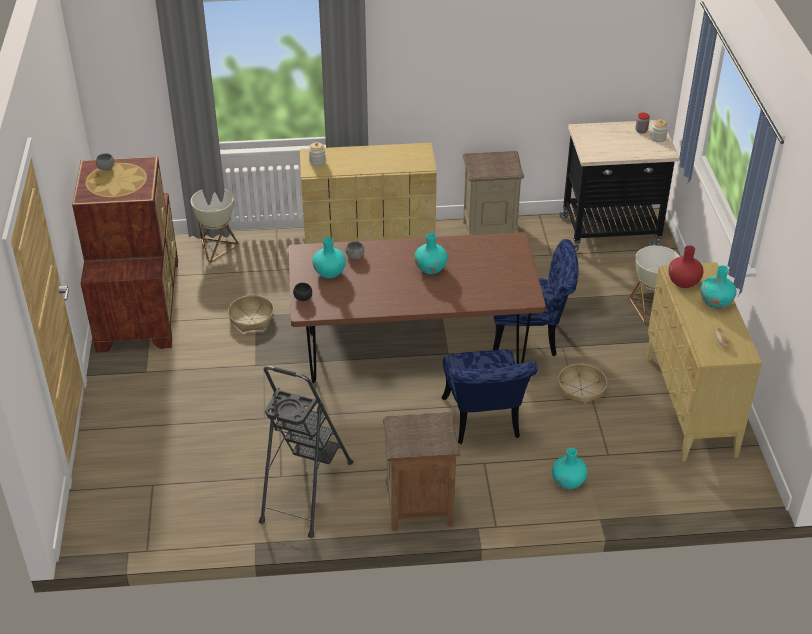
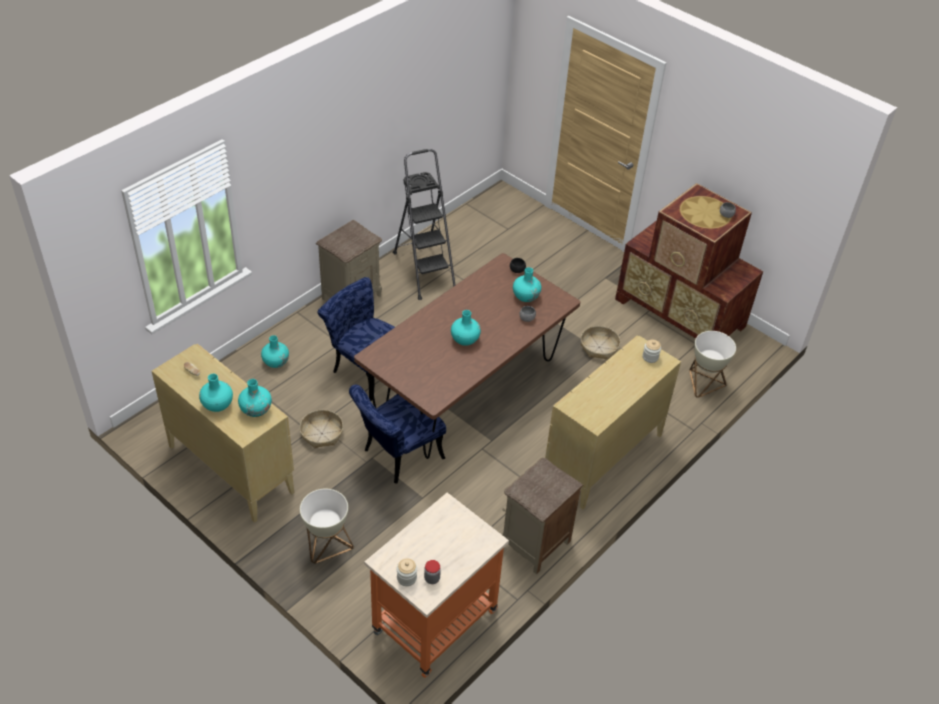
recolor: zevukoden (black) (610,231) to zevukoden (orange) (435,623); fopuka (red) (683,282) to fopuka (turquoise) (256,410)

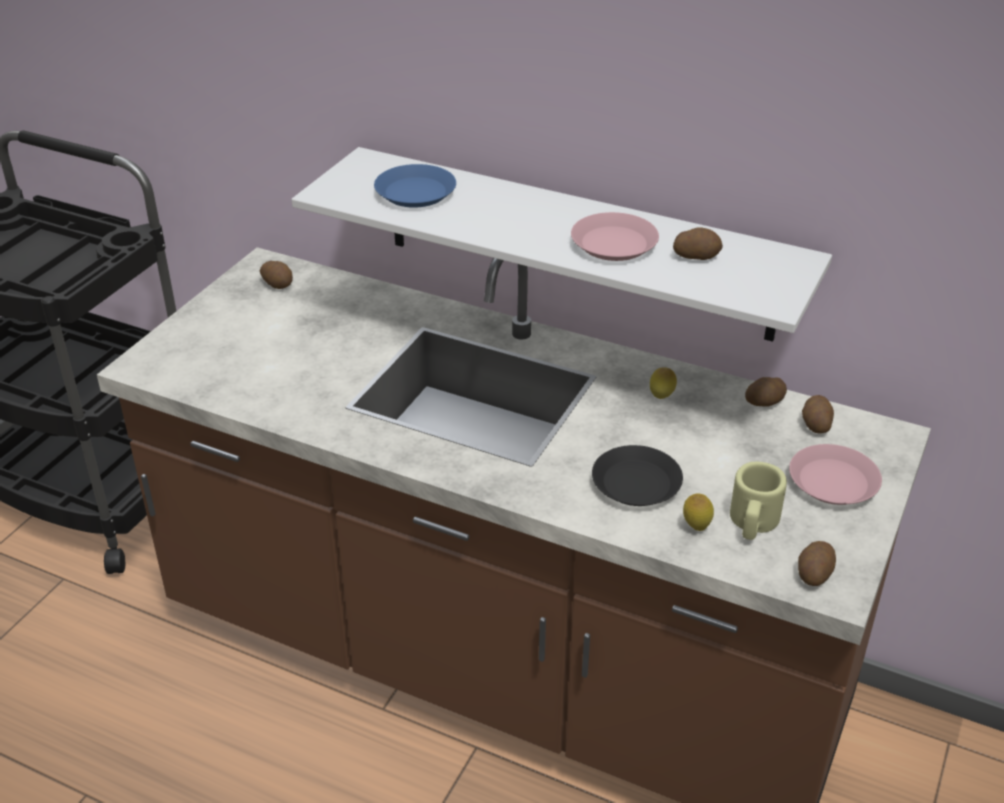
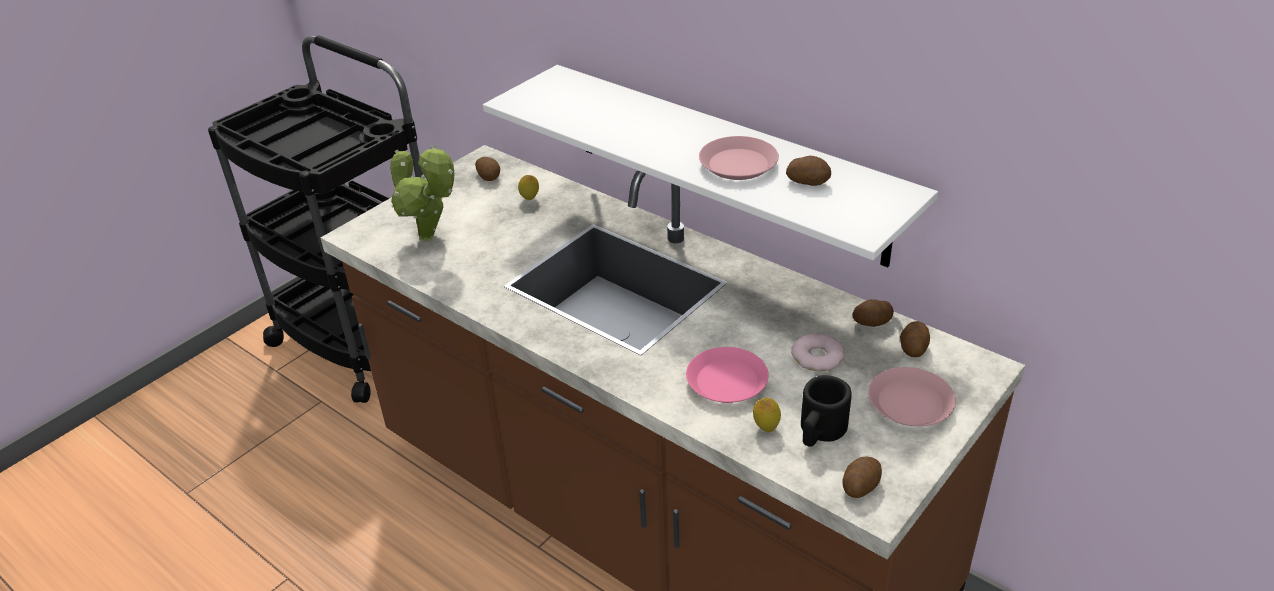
delete: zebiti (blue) (416,192)
insert: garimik (430,239); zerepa (817,357)
move: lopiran (661,398) to (530,199)
recolor: zebiti (black) (637,483) to zebiti (pink) (727,381); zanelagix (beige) (752,523) to zanelagix (black) (820,431)

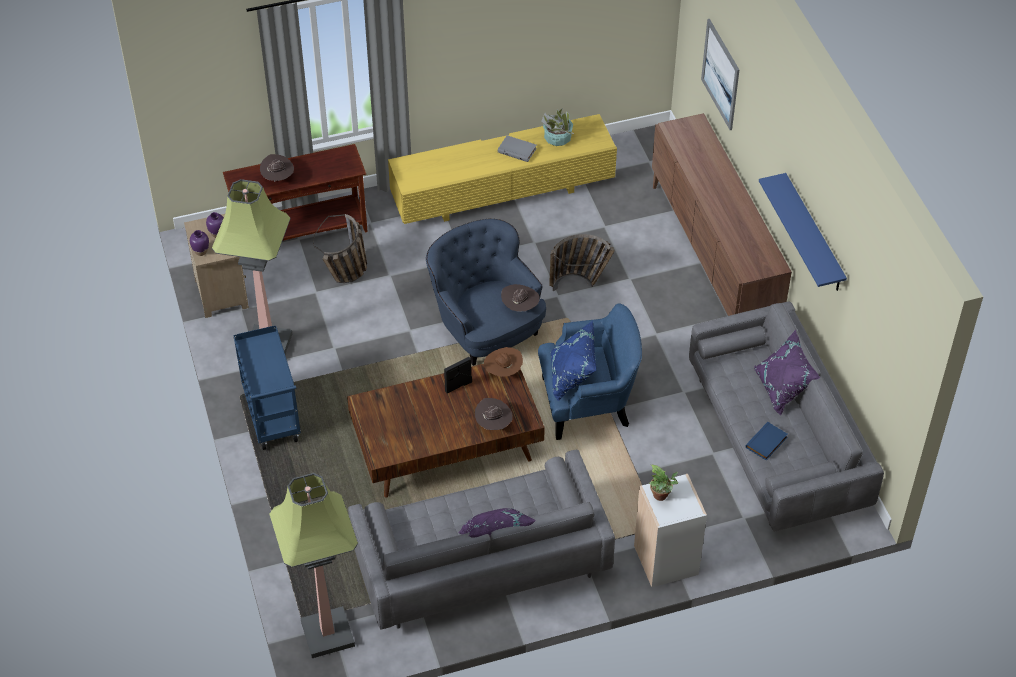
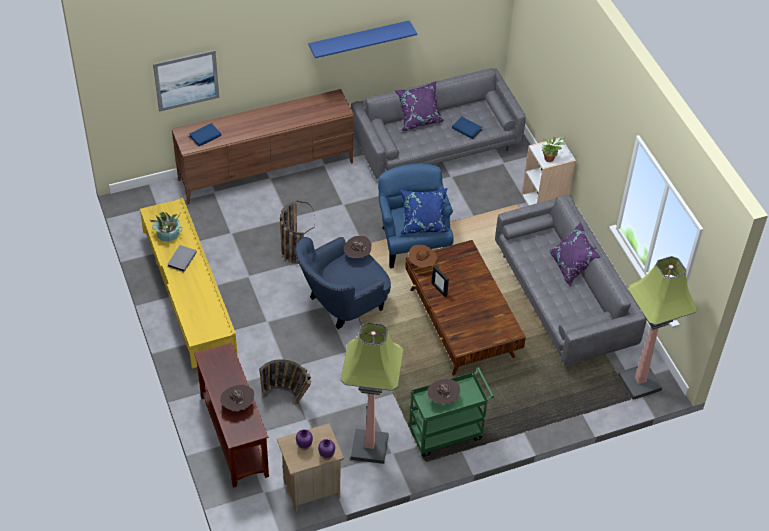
insert: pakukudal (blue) (205,135)
move: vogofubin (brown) (493,424) to (442,398)
recolor: zevukoden (blue) (272,419) to zevukoden (green) (447,436)

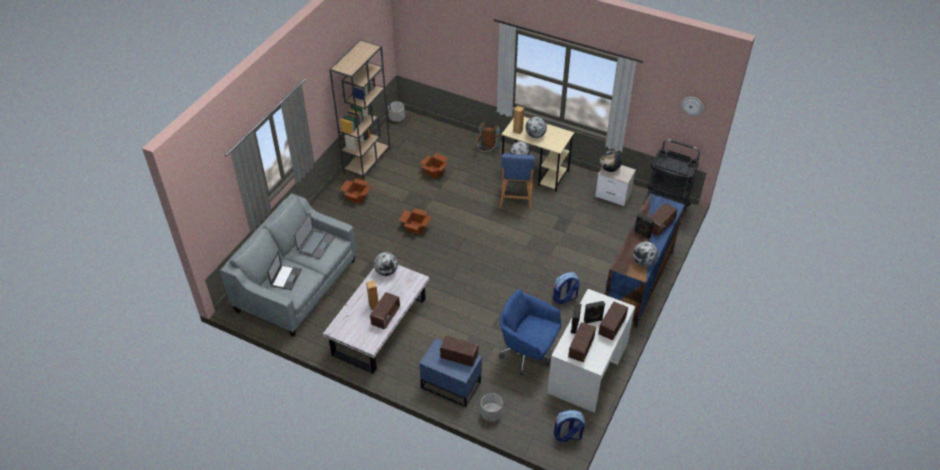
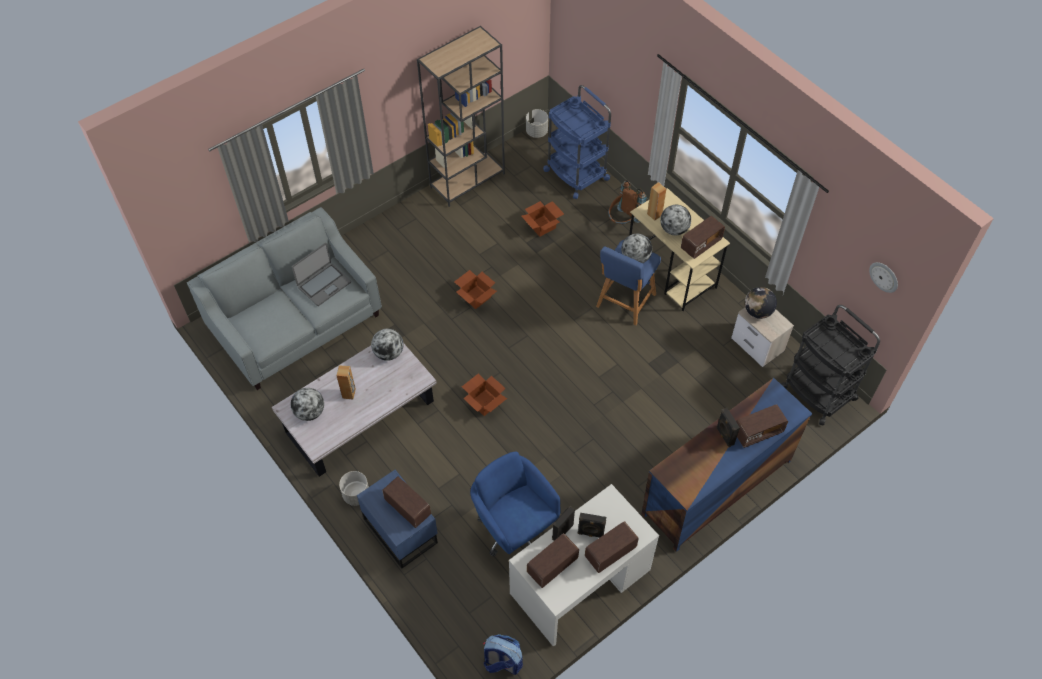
delete: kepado (286,277); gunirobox (565,298)
insert: zevukoden (blue) (575,175)
move: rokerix (356,196) to (484,401); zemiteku (385,316) to (701,244); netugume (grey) (491,414) to (356,495); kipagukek (643,262) to (310,412)

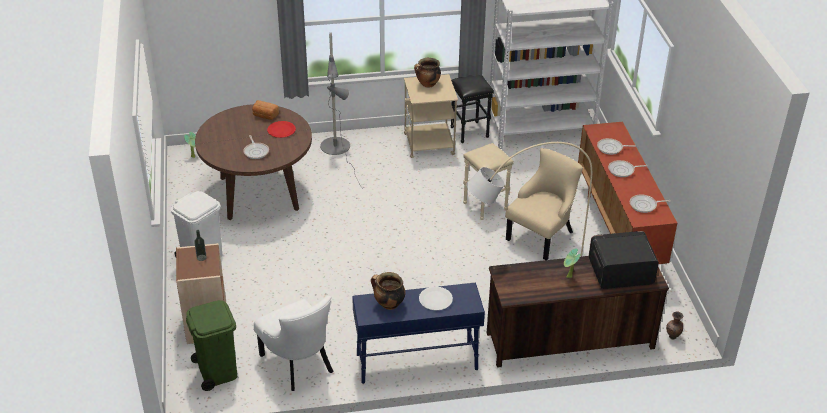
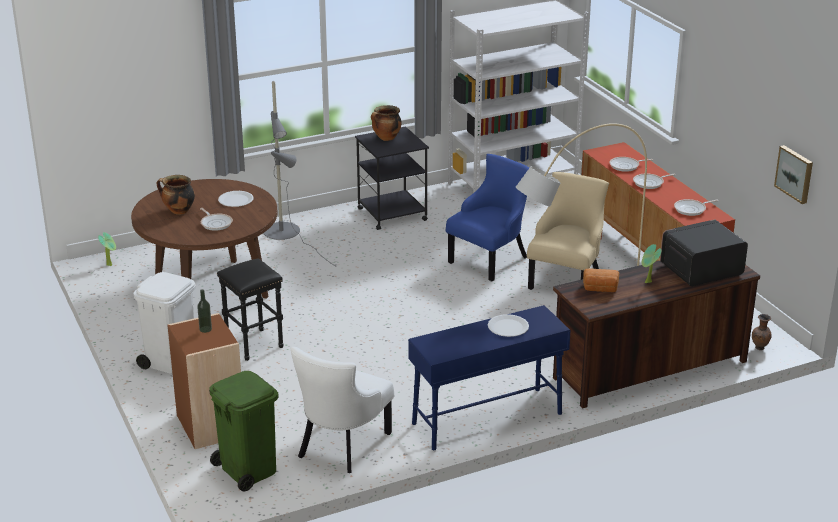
insert: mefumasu (795,174)
move: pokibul (265,116) to (600,289); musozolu (388,304) to (178,211); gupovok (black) (469,132) to (254,345)
replace: gupovok (beige) (486,206) to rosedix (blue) (489,262)
recolor: zebiti (red) (281,130) to zebiti (white) (235,200); zevukoden (beige) (430,143) to zevukoden (black) (393,214)
rotate: rosedix (white) (297,362) = (343,443) 75 degrees clockwise

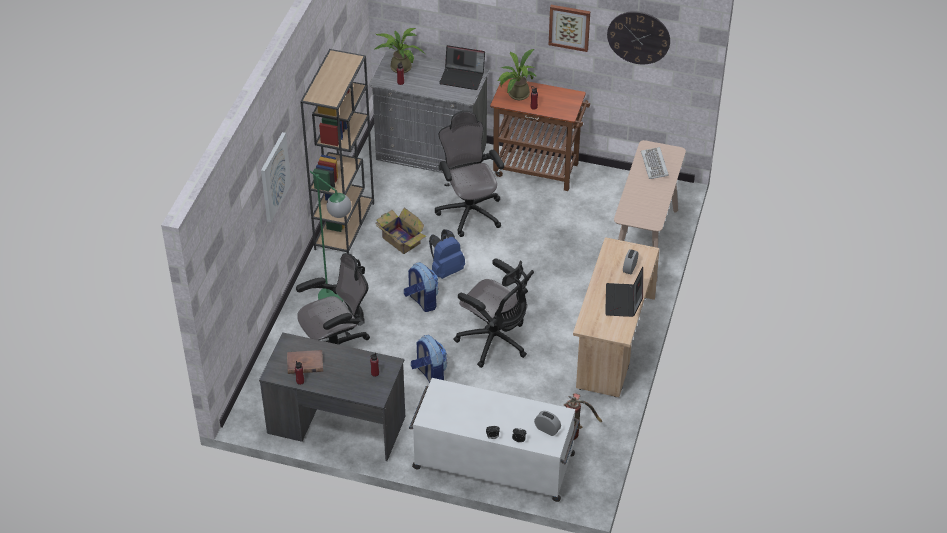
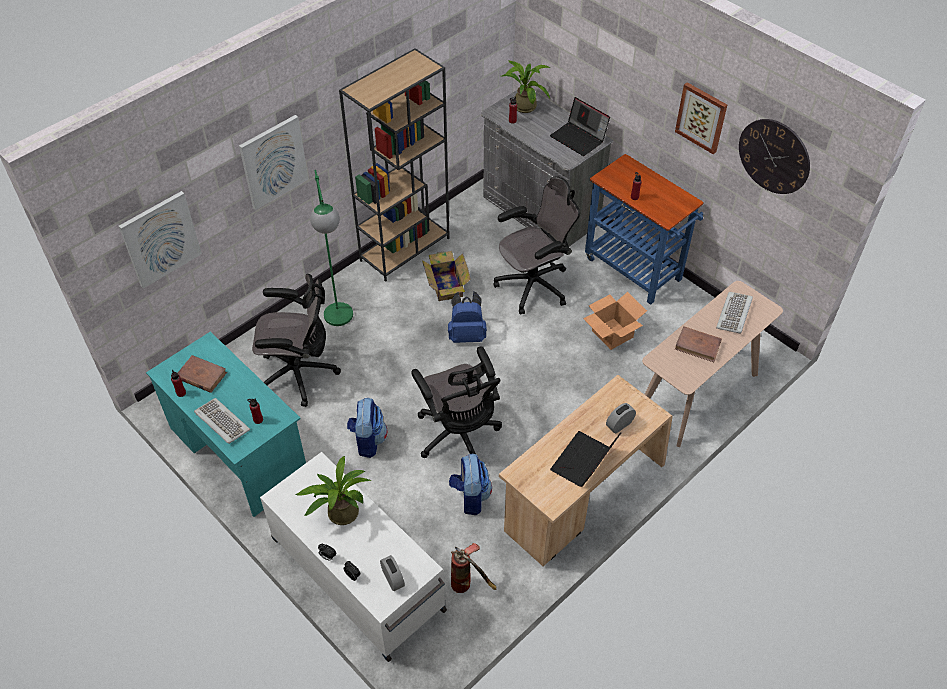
insert: mefumasu (160,239); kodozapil (221,422); rokerix (613,334); pakukudal (brown) (698,345)
move: gunirobox (422,301) to (470,496); garimik (516,95) to (339,512)
recolor: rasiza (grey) (336,425) to rasiza (turquoise) (238,451); zevukoden (brown) (537,170) to zevukoden (blue) (634,269)
rotate: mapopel (469,212) = (533,285) 45 degrees clockwise

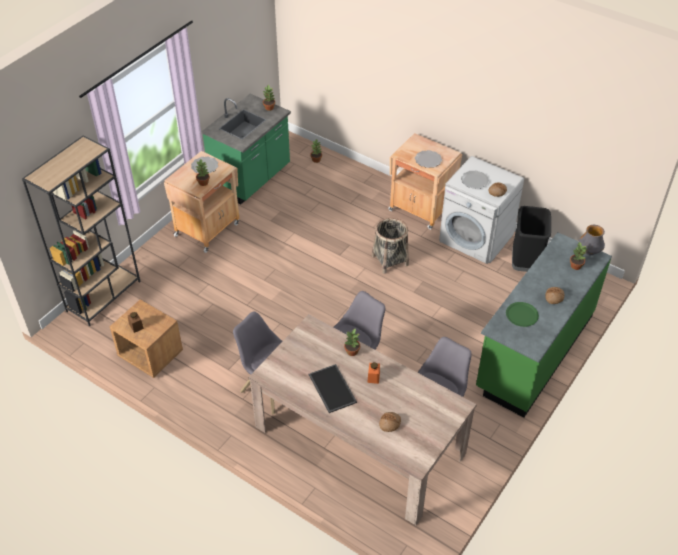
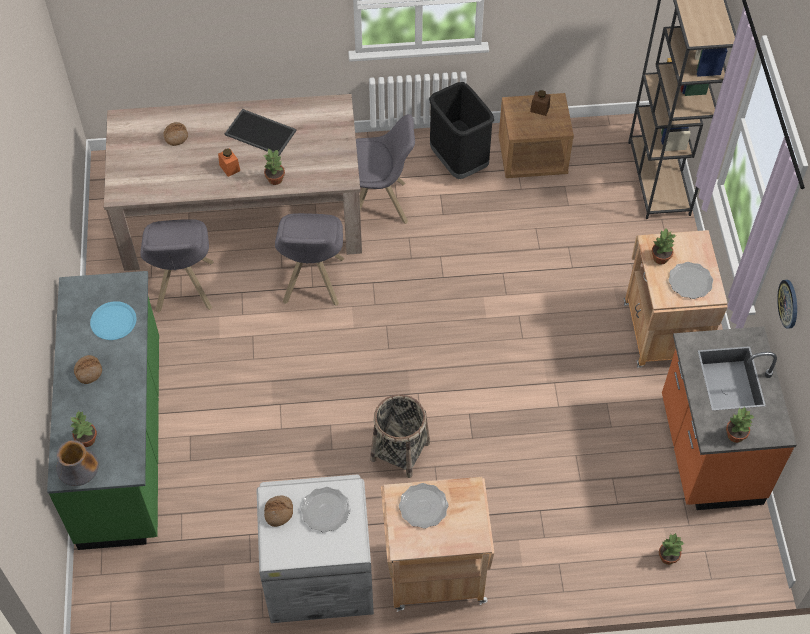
insert: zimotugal (789,304)
move: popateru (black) (525,263) to (459,162)
recolor: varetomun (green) (252,179) to varetomun (orange) (708,451); zebiti (green) (521,315) to zebiti (blue) (113,321)

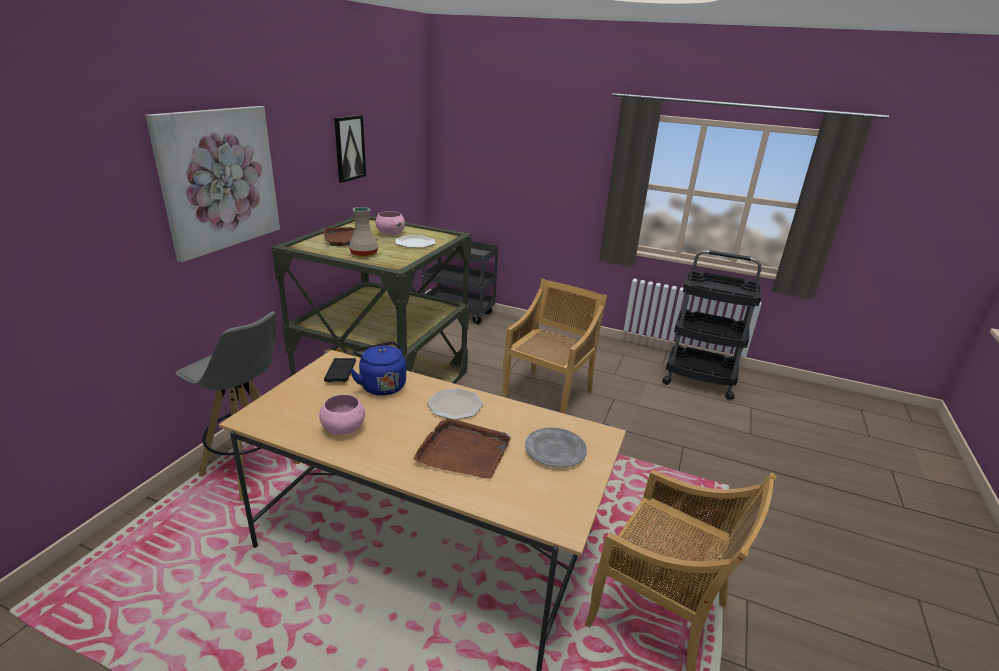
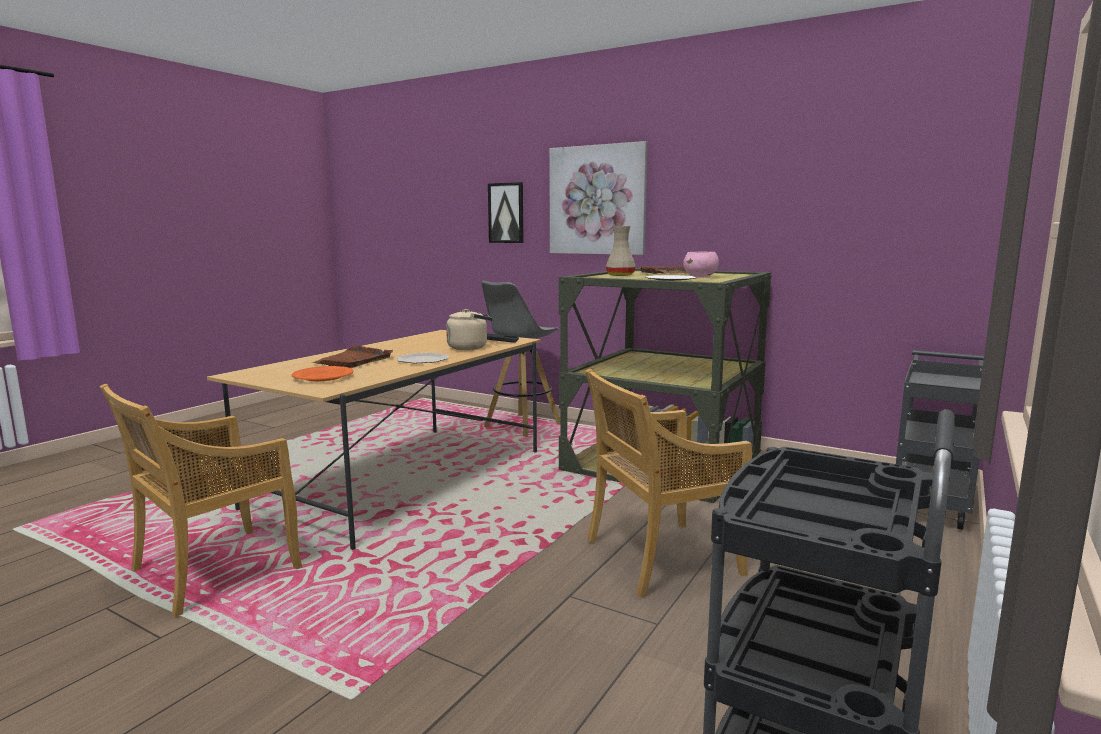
delete: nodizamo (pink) (343,429)
move: mefumasu (349,148) to (506,213)
recolor: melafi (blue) (381,385) to melafi (beige) (470,347); zebiti (grey) (555,450) to zebiti (orange) (323,377)
rotate: rosedix (beige) (548,394) = (660,558) 120 degrees clockwise

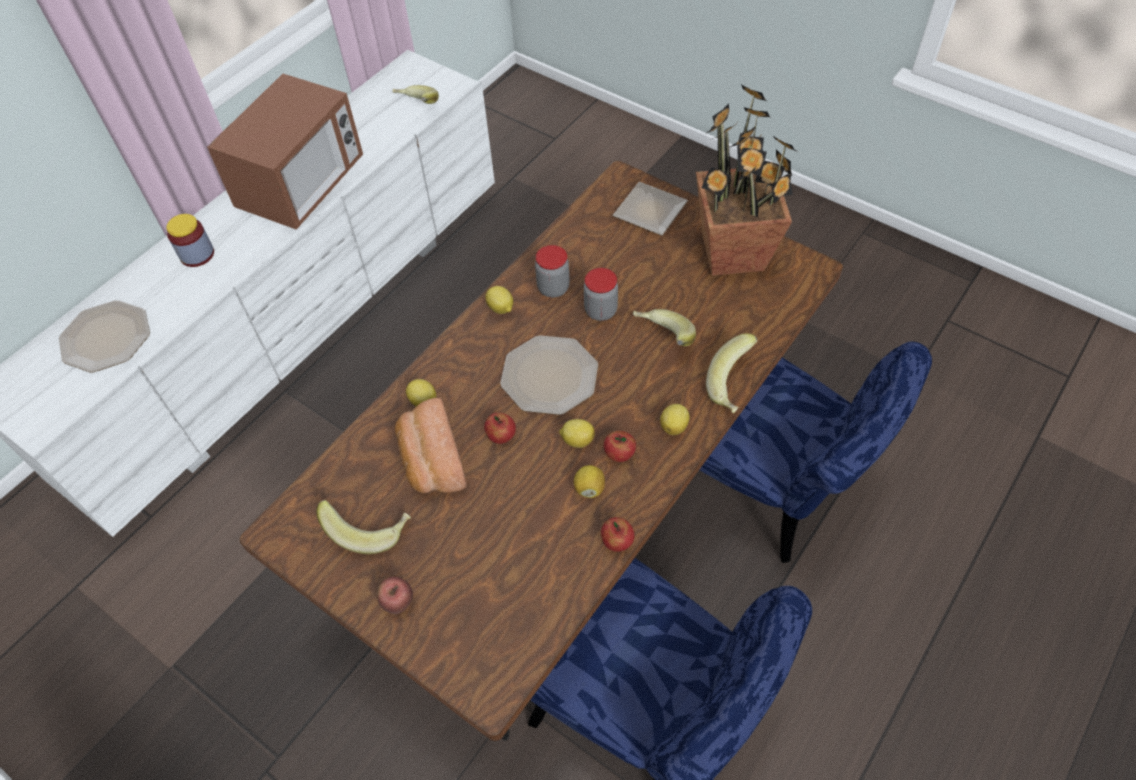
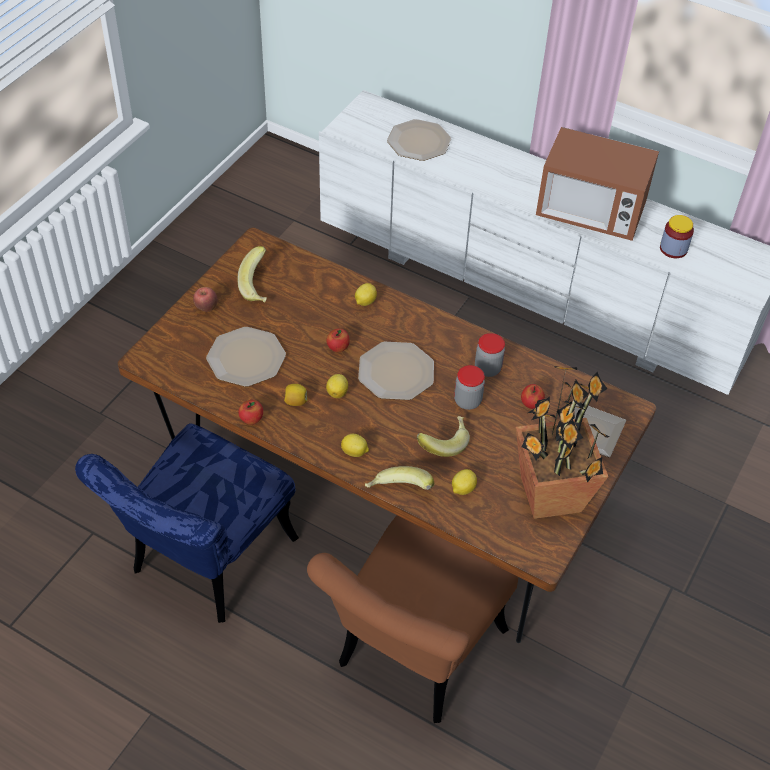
delete: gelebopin (416,107); pokibul (431,461)
insert: zebiti (247,358)
move: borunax (197,254) to (673,249); lopiran (501,308) to (462,489); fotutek (619,454) to (531,404)
recolor: rosedix (blue) (772,493) to rosedix (brown) (411,656)

